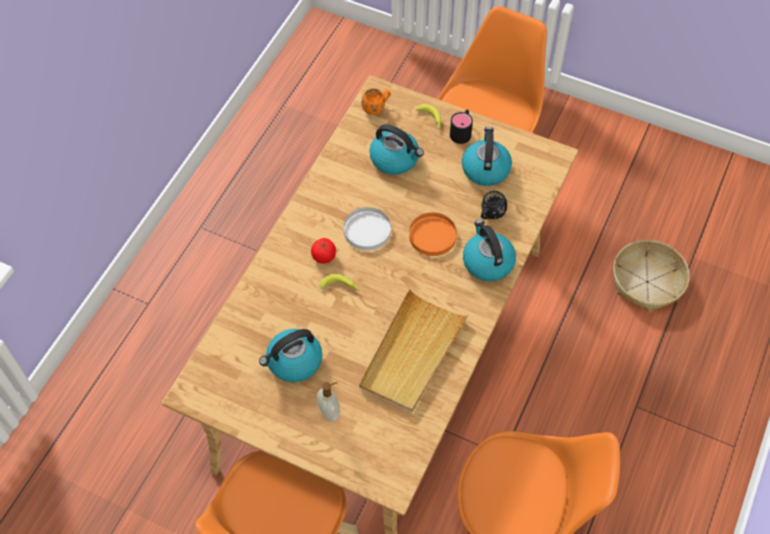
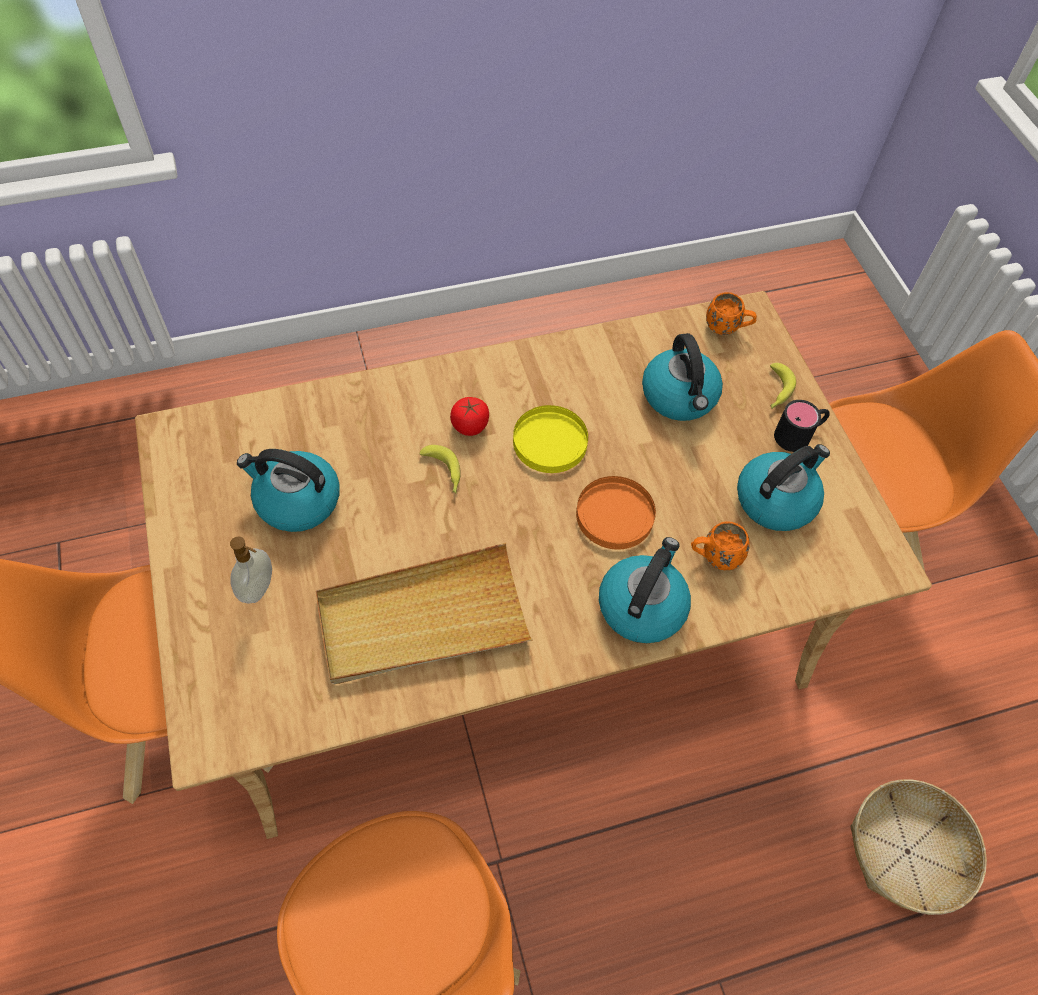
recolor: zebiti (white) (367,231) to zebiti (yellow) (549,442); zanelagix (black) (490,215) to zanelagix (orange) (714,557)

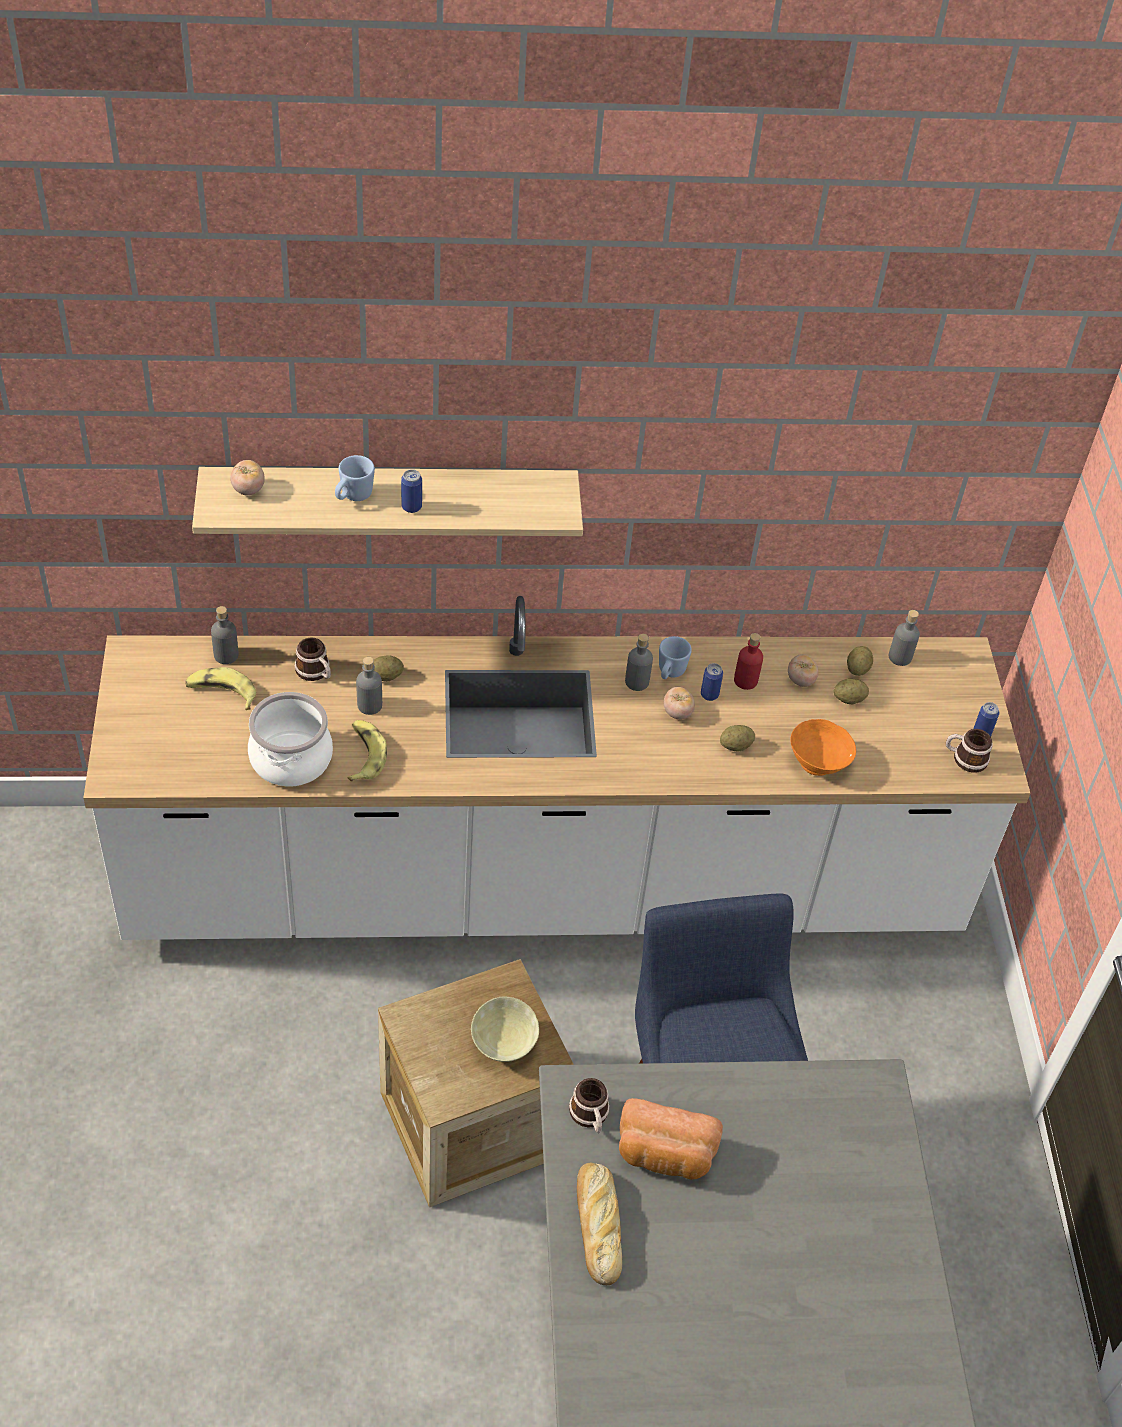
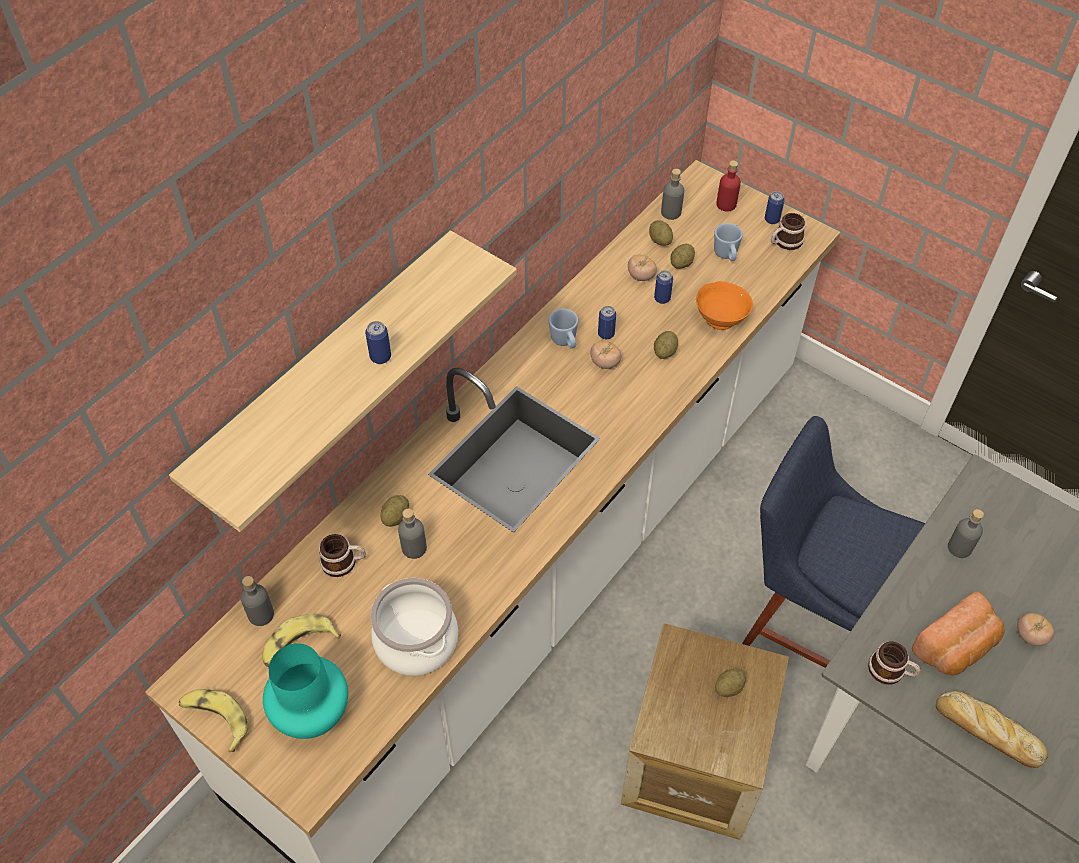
insert: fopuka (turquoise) (313,712); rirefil (662,298)
move: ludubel (248,489) to (1030,636); zanelagix (blue) (353,496) to (726,255); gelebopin (364,755) to (215,719); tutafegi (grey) (637,682) to (959,547); tutafegi (red) (745,680) to (726,204)
replace: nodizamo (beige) (502,1044) to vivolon (728,688)

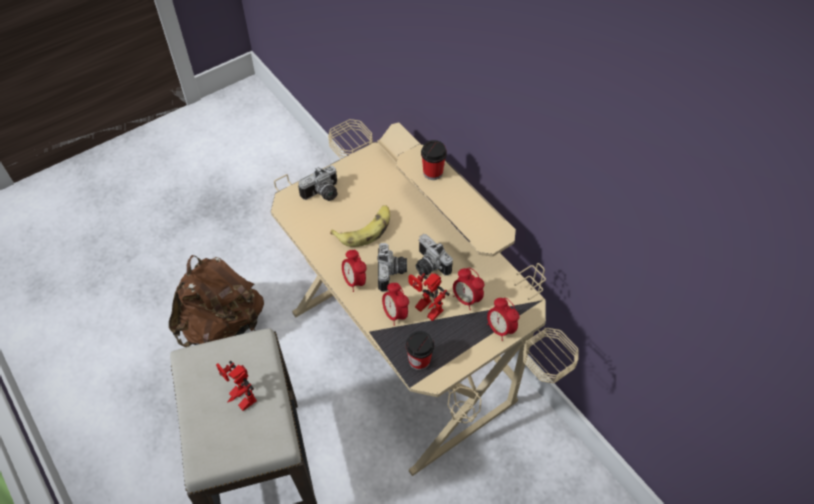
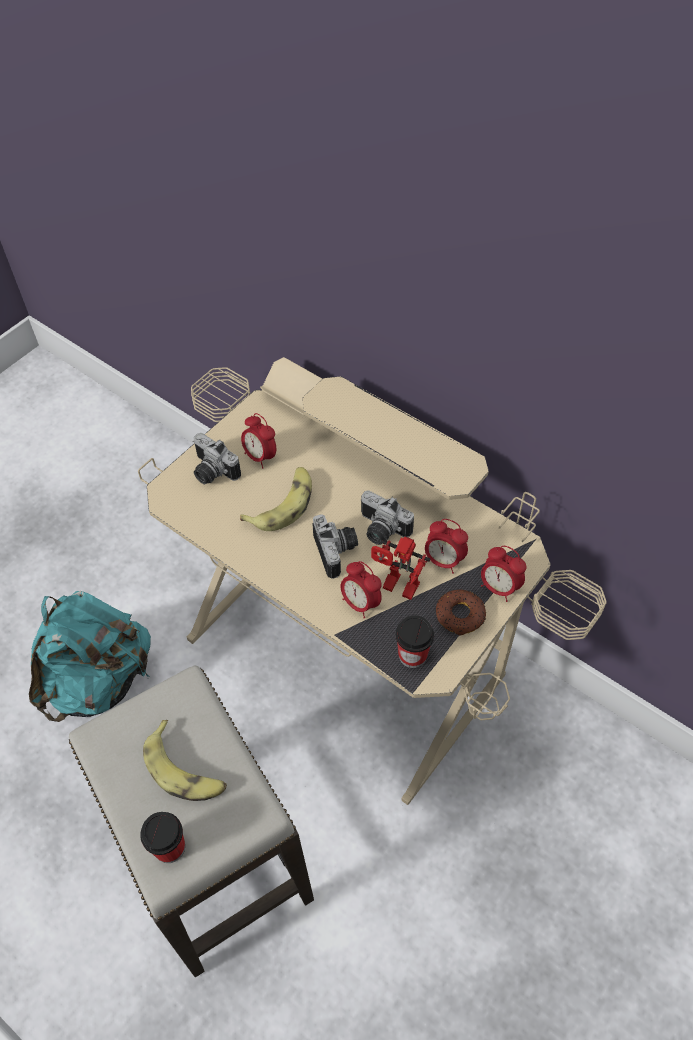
insert: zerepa (460,615)
move: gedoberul (354,281) to (260,456); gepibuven (433,172) to (169,847)
replace: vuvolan (238,398) to gelebopin (185,770)
recolor: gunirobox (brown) (223,326) to gunirobox (turquoise) (99,680)
rotate: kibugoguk (323,194) = (211,472) 90 degrees clockwise

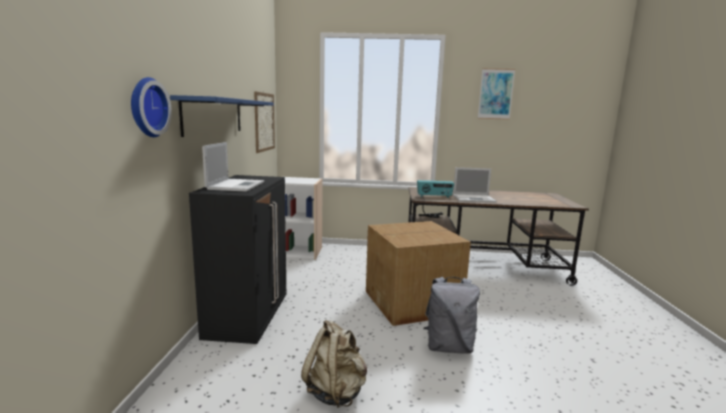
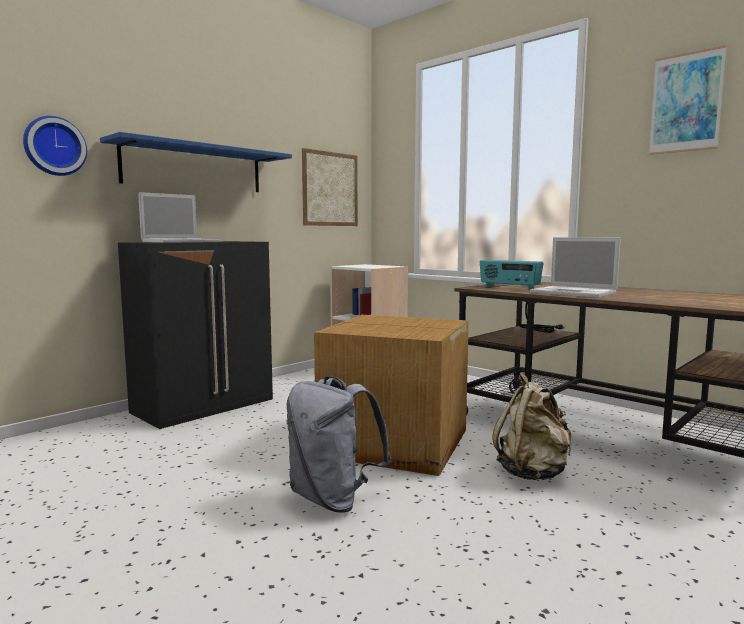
move: gunirobox (beige) (336,392) to (533,473)

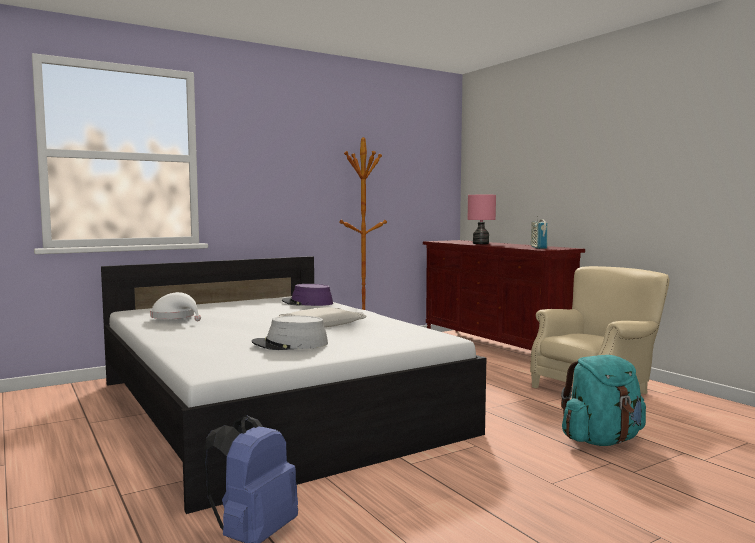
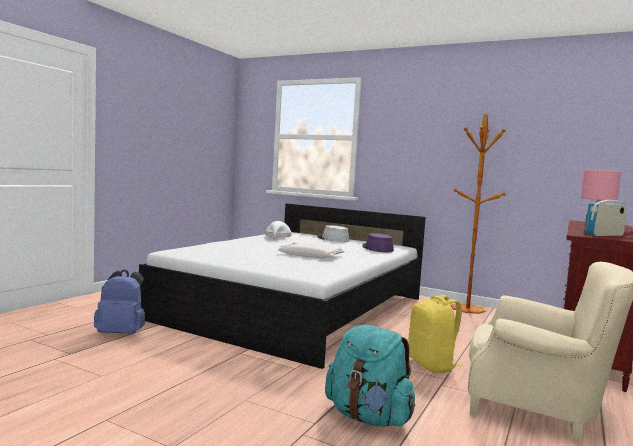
insert: gunirobox (yellow) (432,365)
move: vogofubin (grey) (290,344) to (333,239)

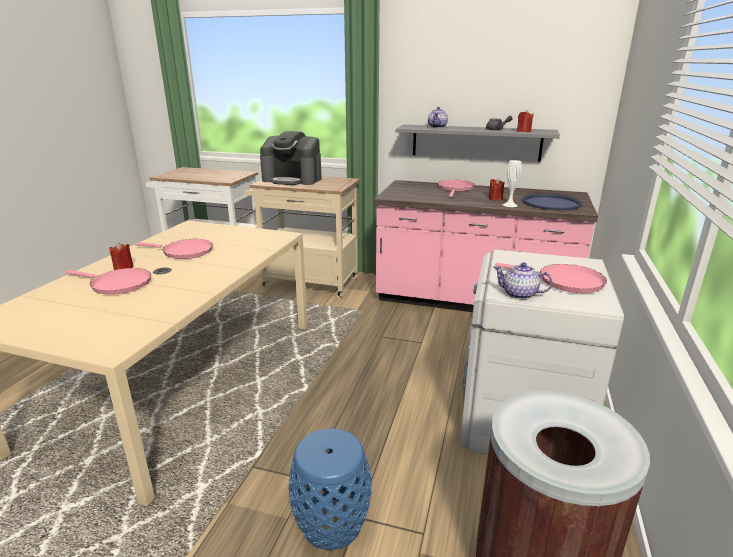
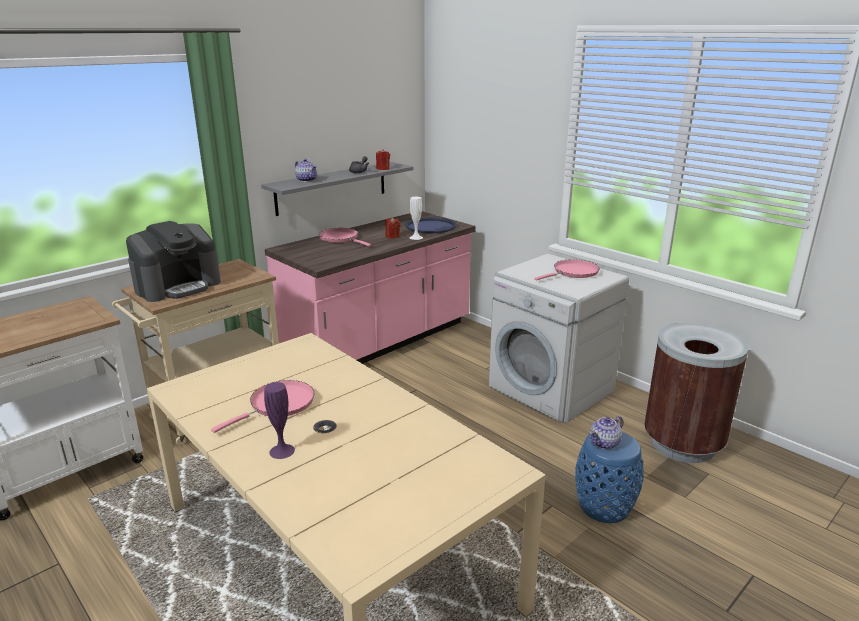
delete: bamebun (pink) (118,284)
move: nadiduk (520,294) to (605,443)
replace: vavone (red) (123,268) to fopuka (purple) (282,451)

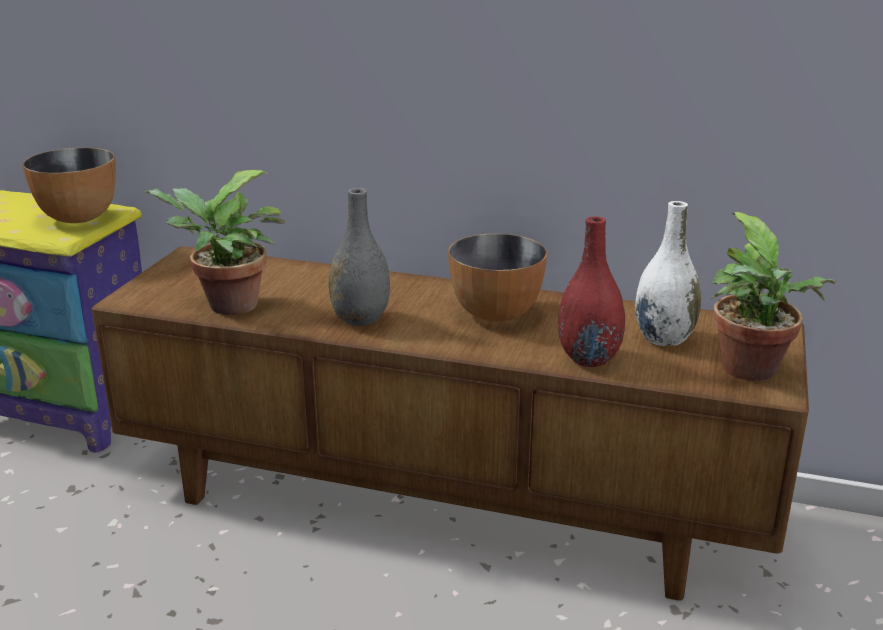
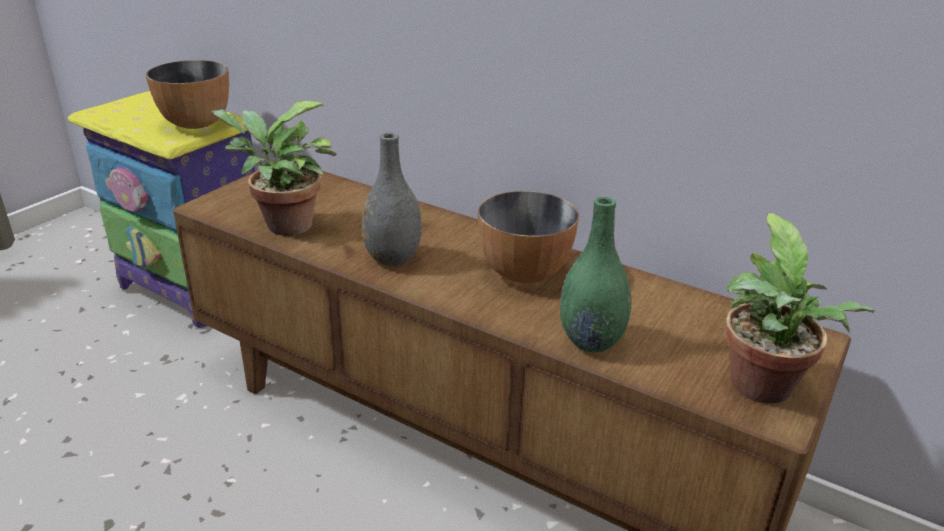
delete: fopuka (white) (663,338)
recolor: fopuka (red) (588,358) to fopuka (green) (591,341)

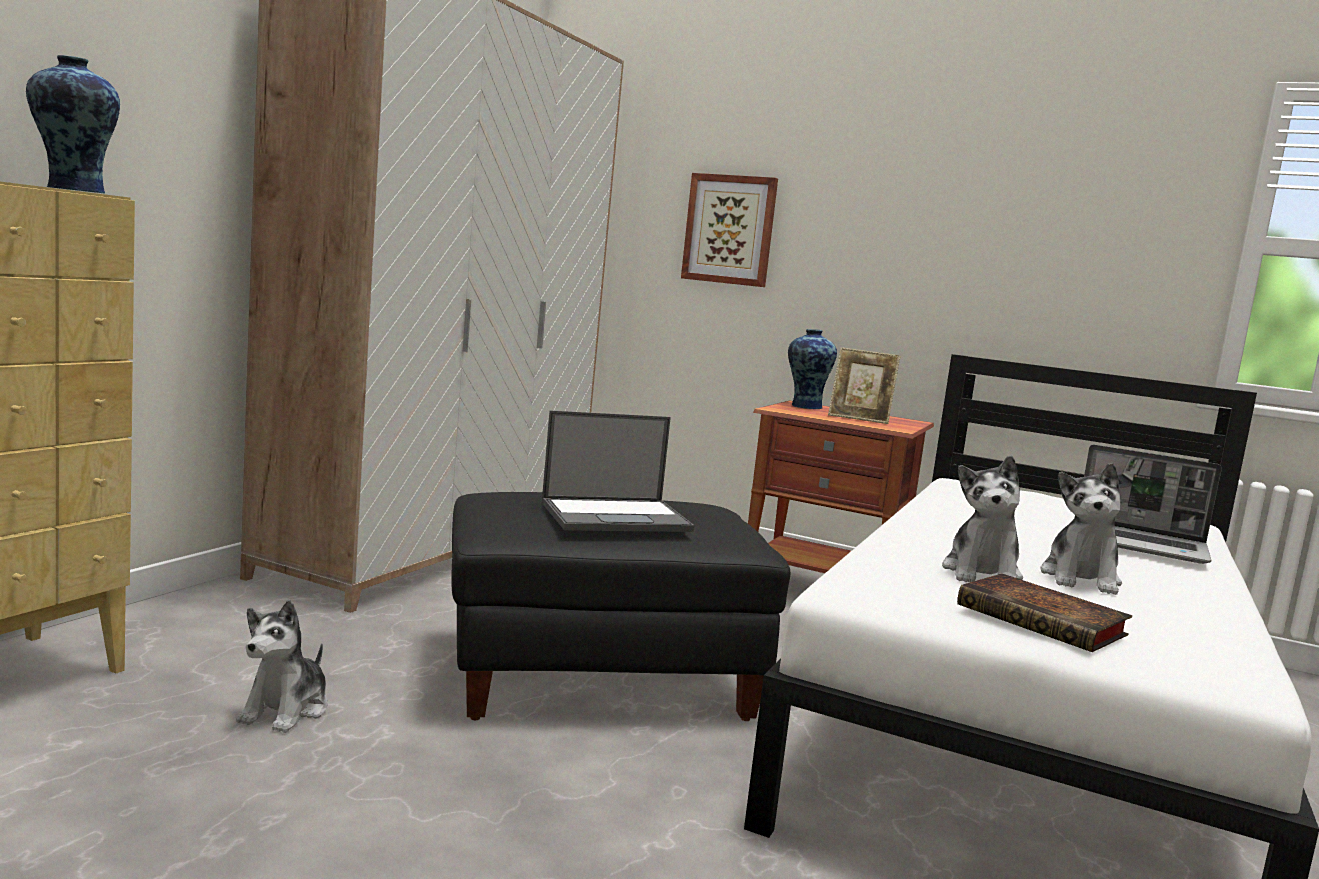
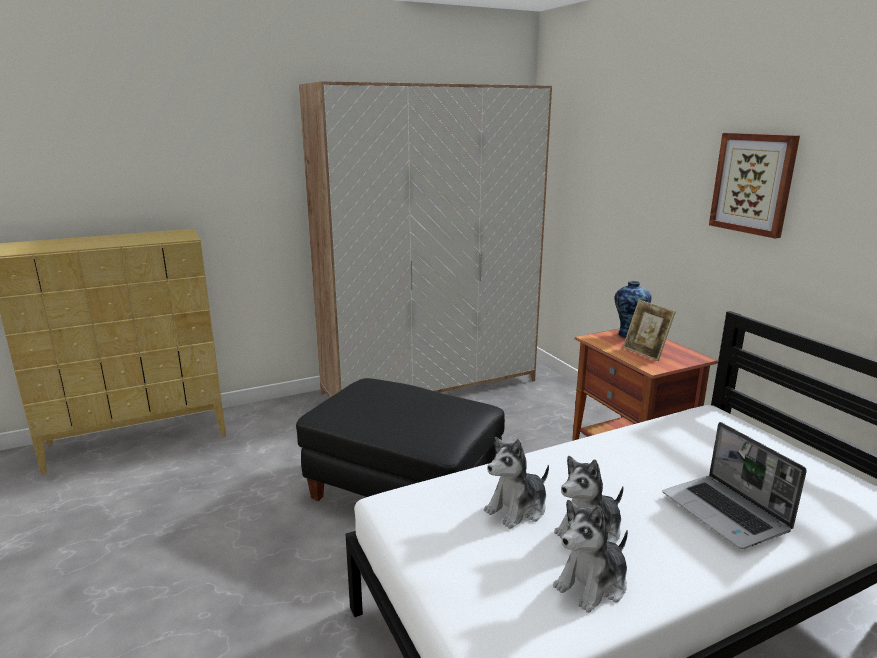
delete: fopuka (73,190); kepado (617,516); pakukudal (1045,622)
move: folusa (286,710) to (592,584); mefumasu (730,230) to (753,183)

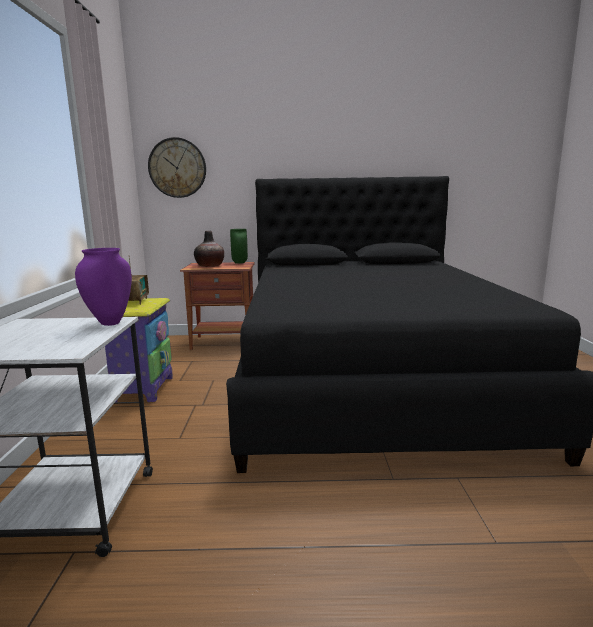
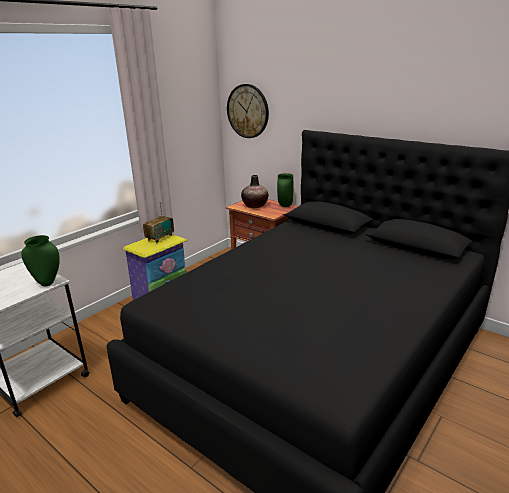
recolor: fopuka (purple) (110,323) to fopuka (green) (47,283)

